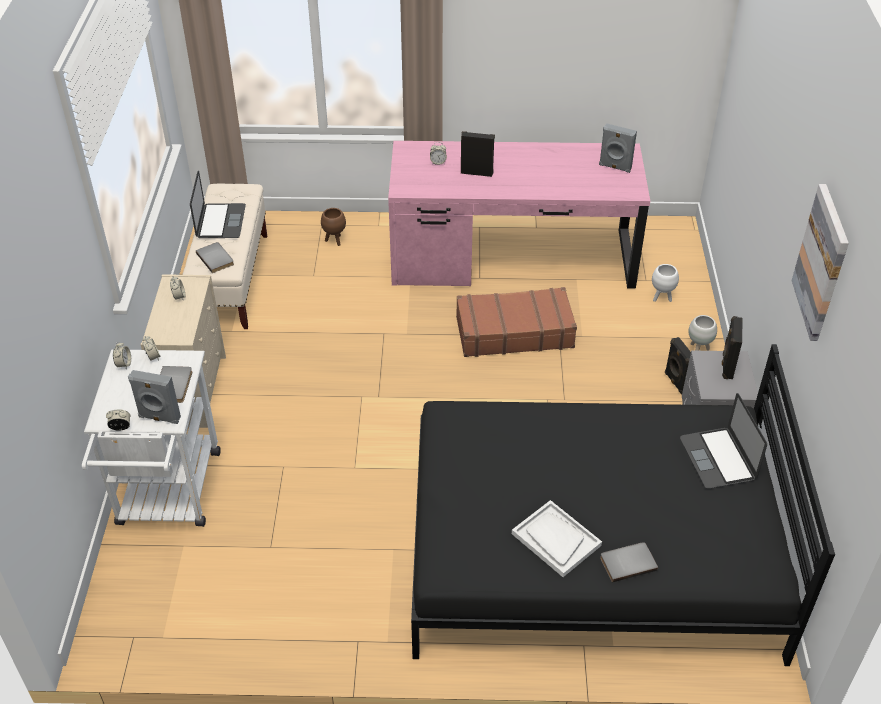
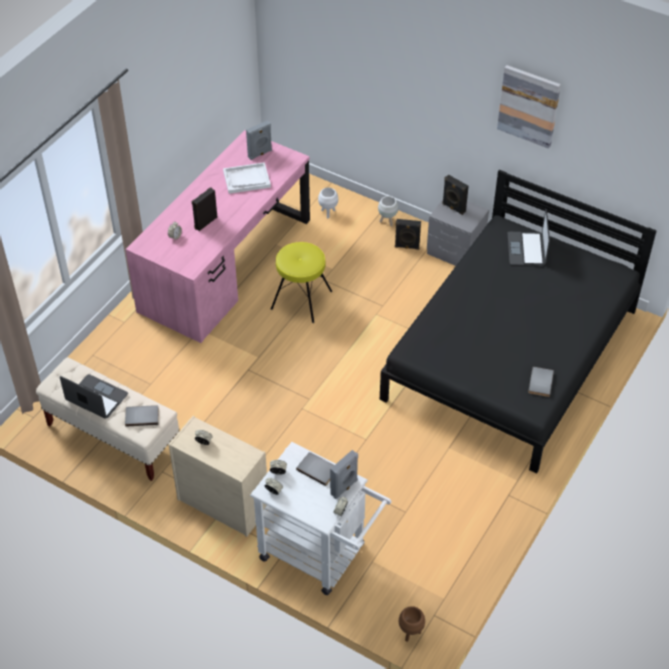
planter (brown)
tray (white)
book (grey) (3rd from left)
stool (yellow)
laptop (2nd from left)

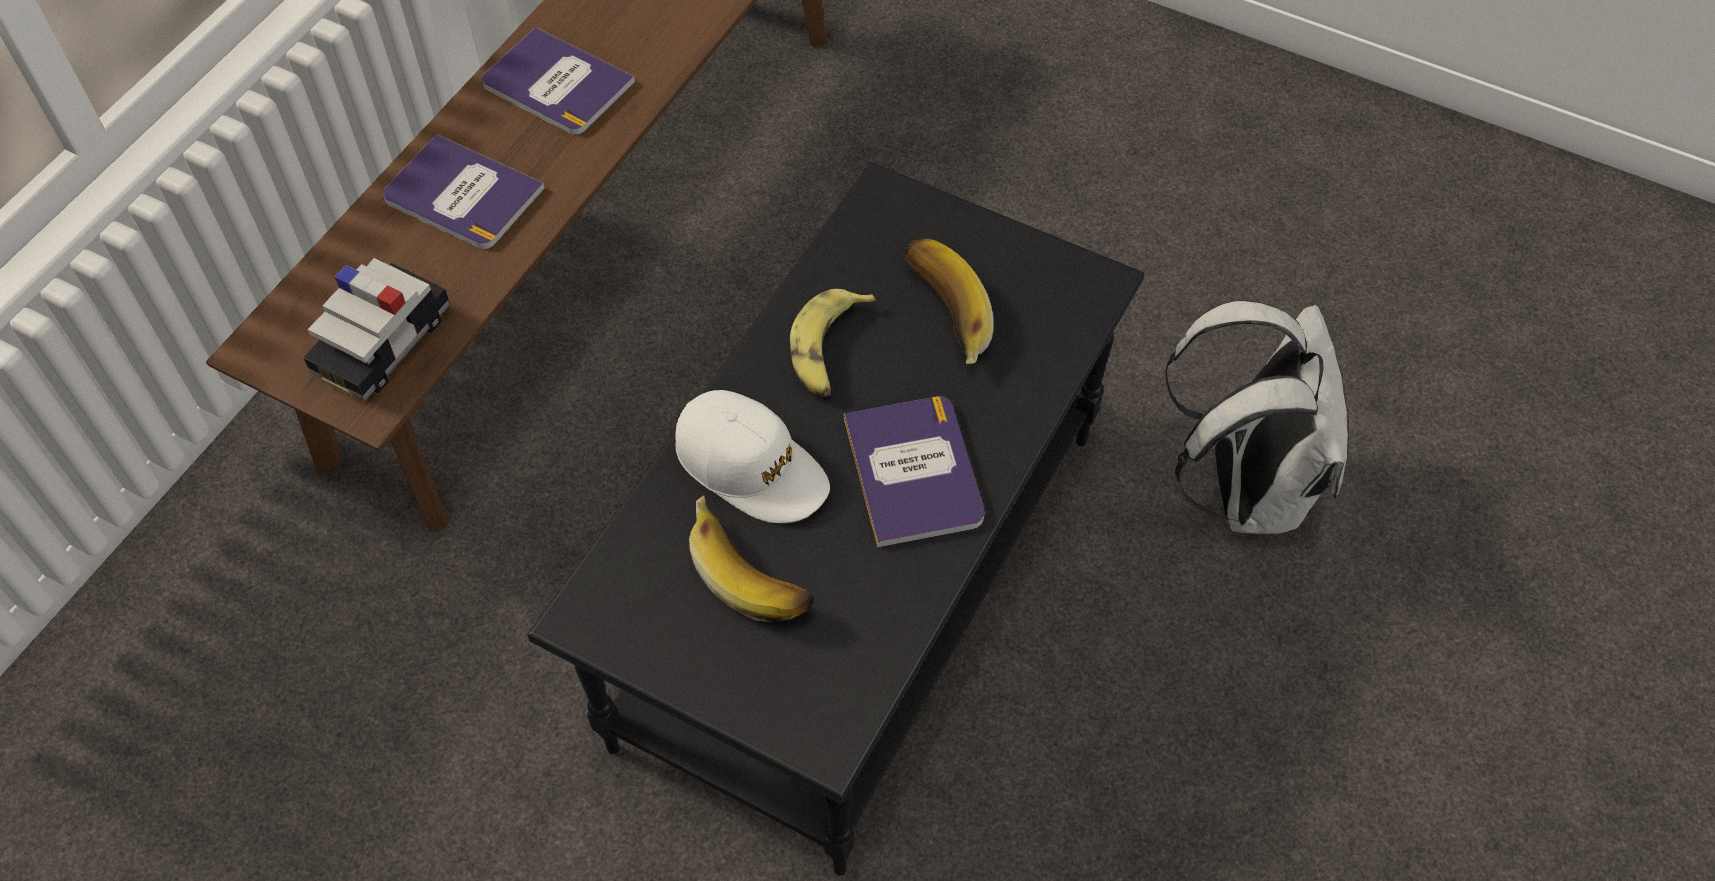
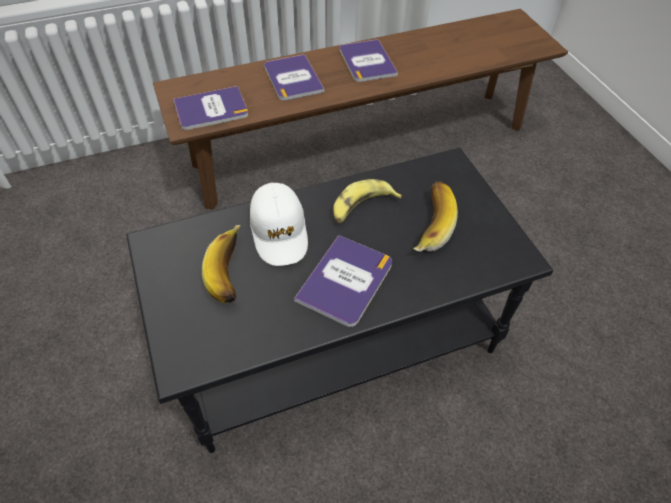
backpack (white)
book (1st from left)

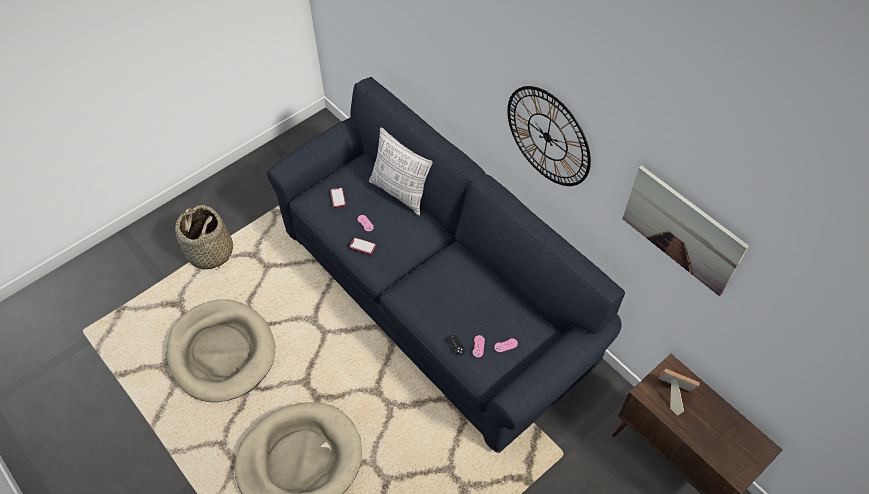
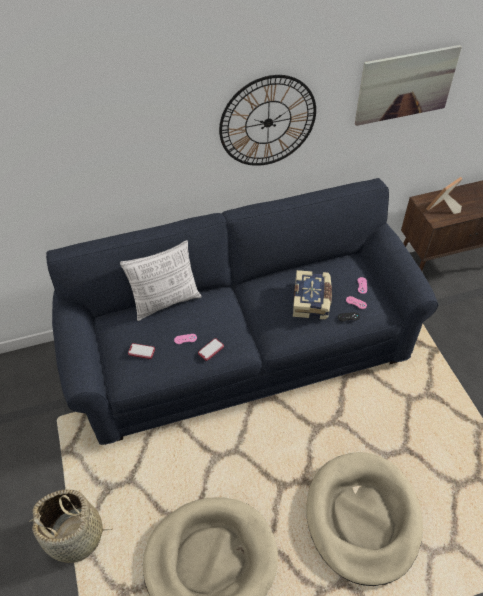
book

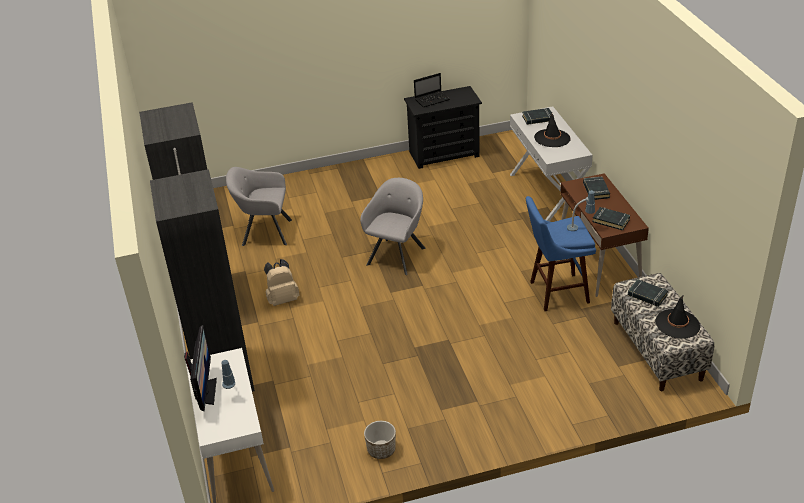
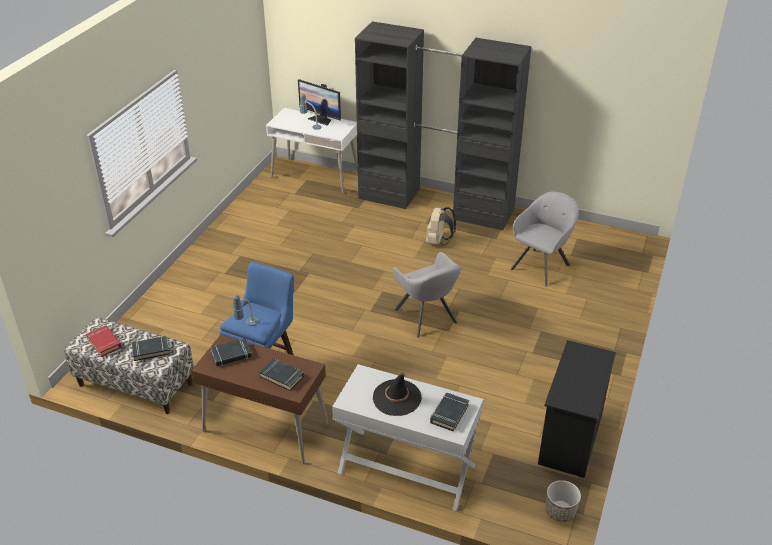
laptop
planter
book (red)

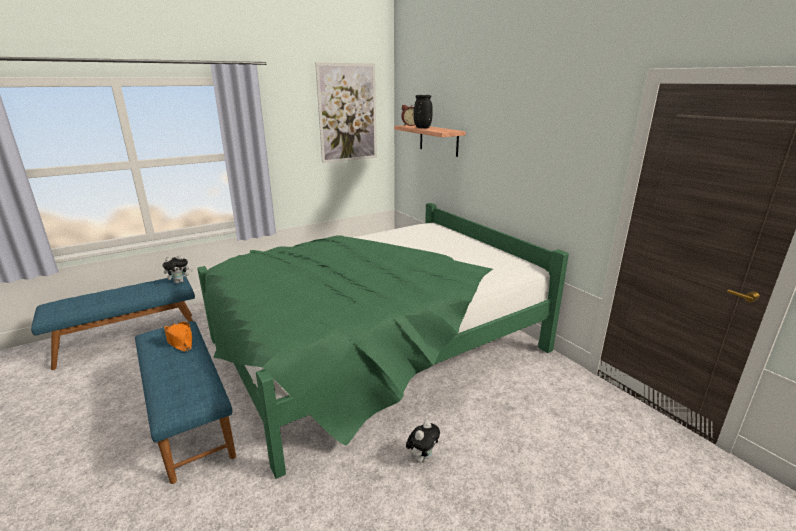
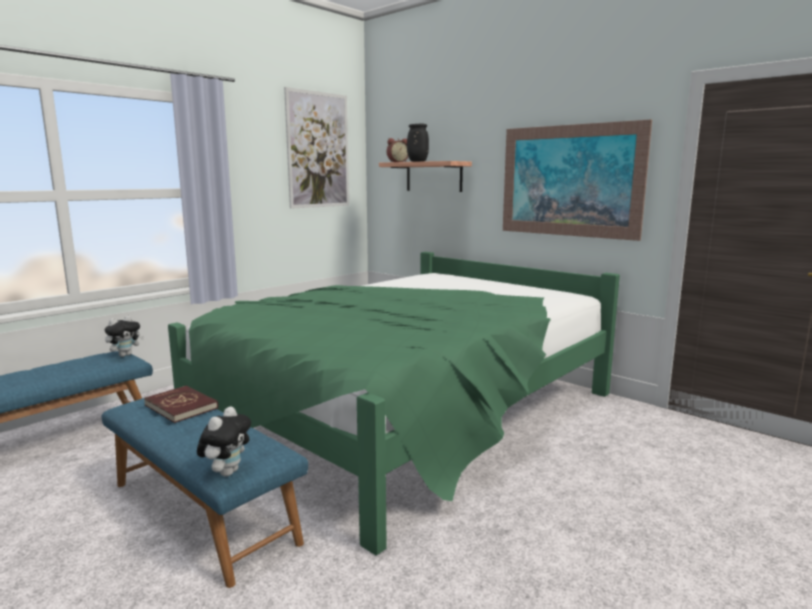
picture (2nd from left)
plush toy (2nd from left)
book (red)

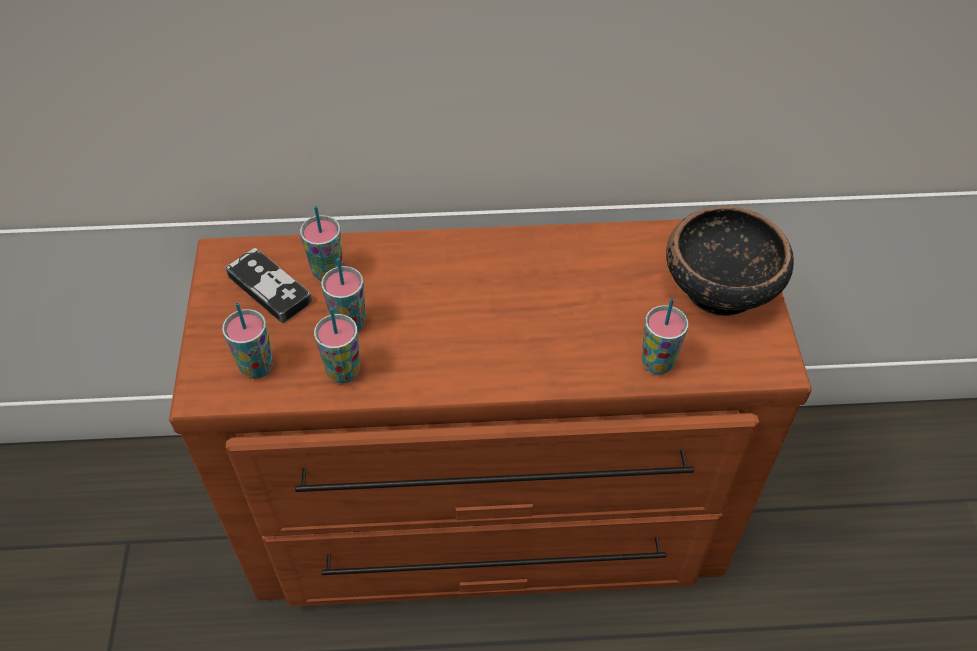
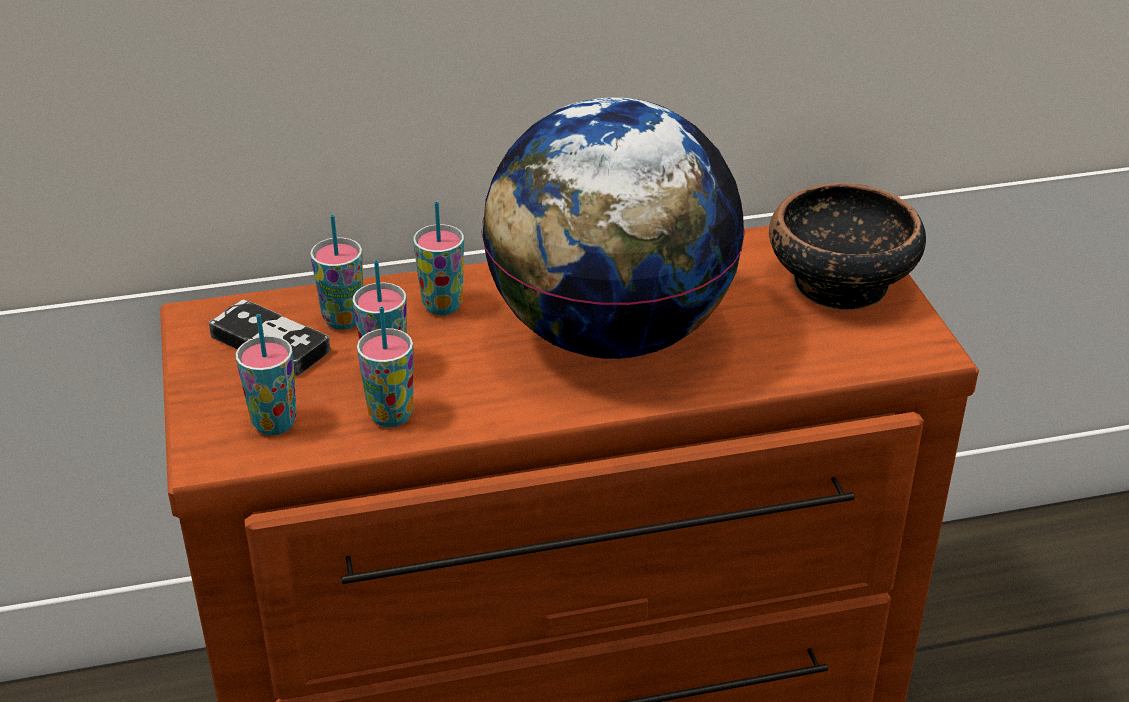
globe
cup (5th from left)

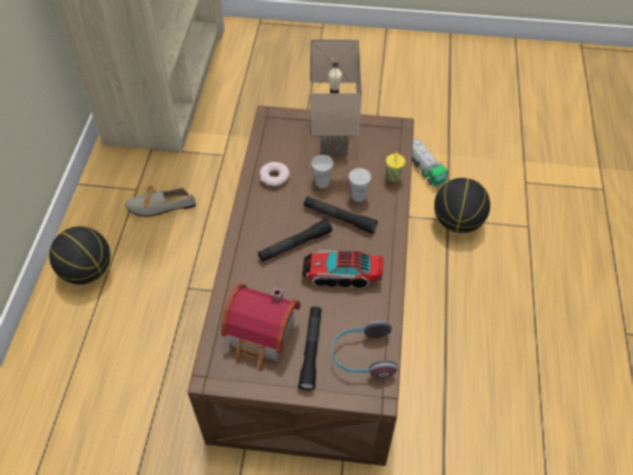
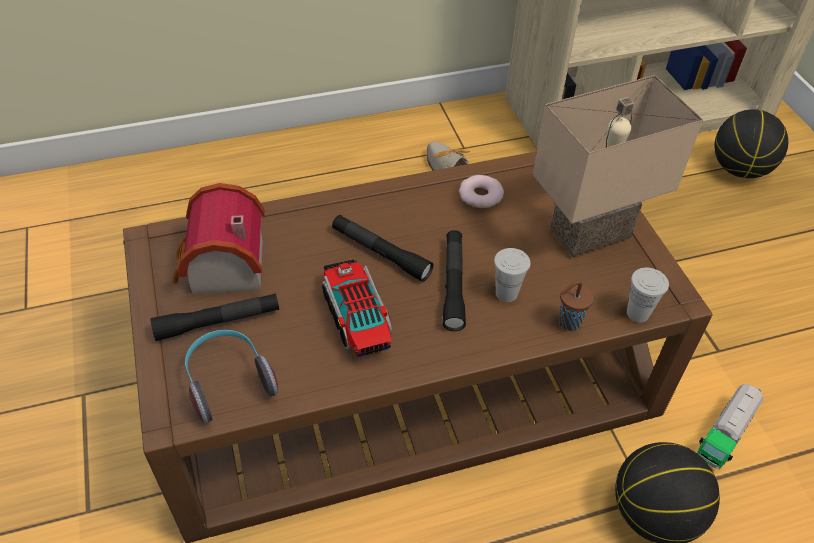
basketball (2nd from left)
cup (white) (2nd from left)
cup (brown)

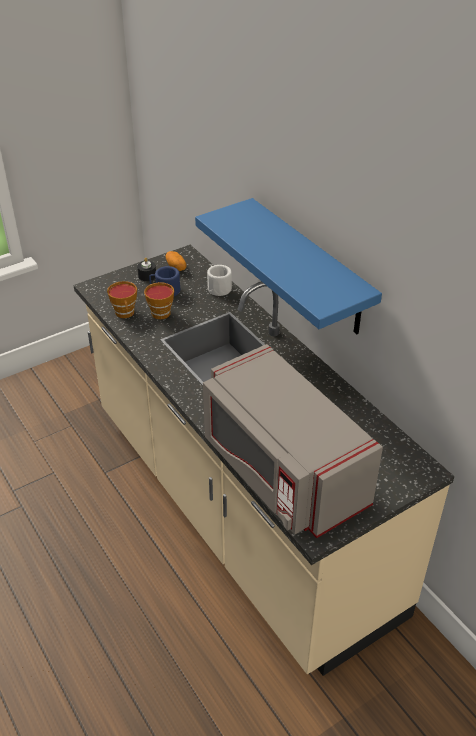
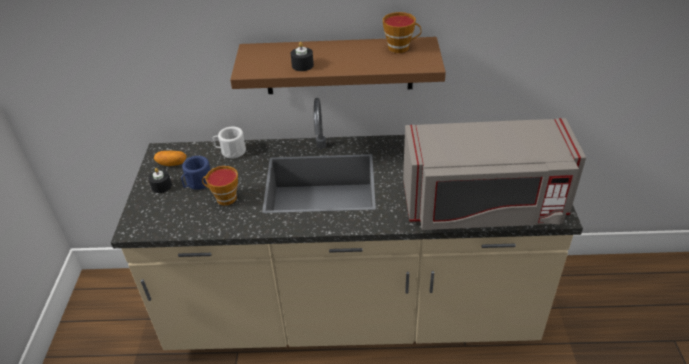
candle (black) (2nd from left)
cup (2nd from left)
shelf (brown)

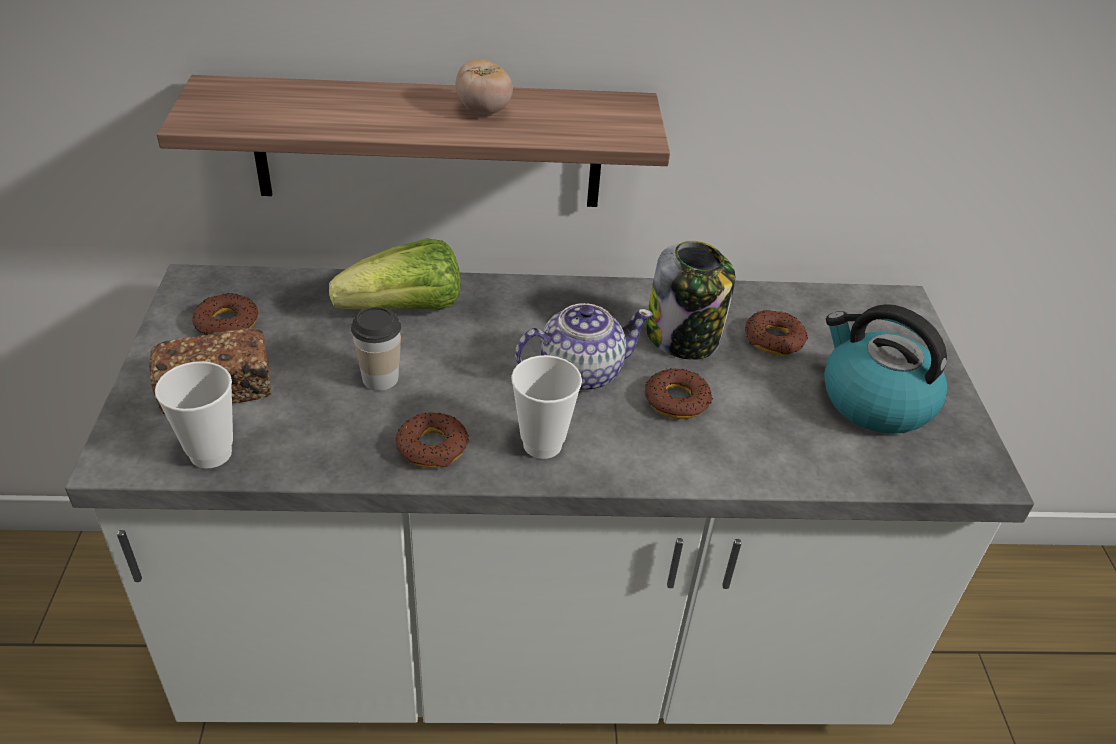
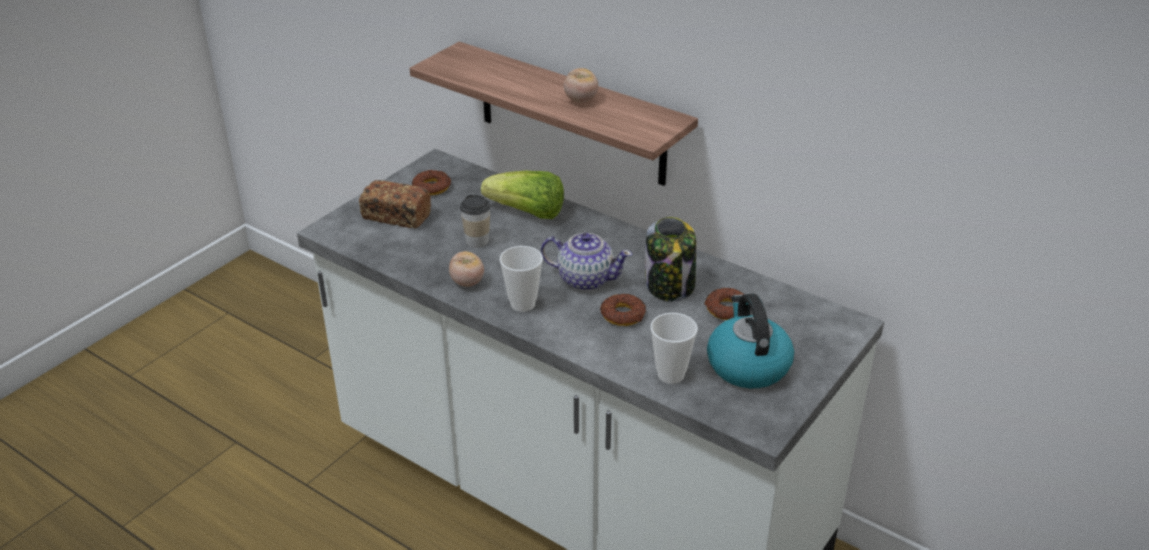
cup (3rd from left)
tomato (1st from left)

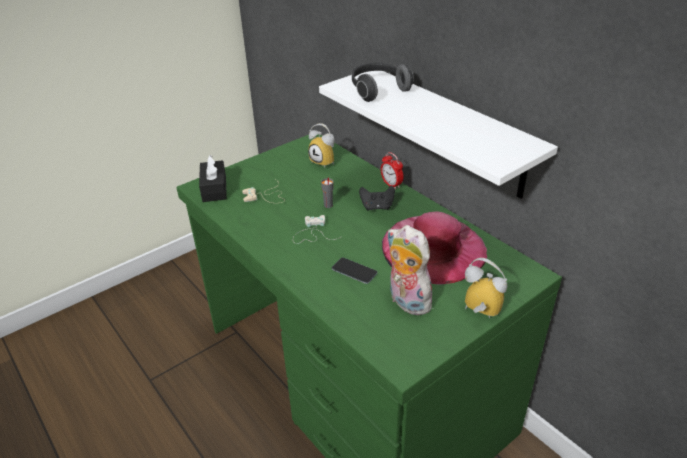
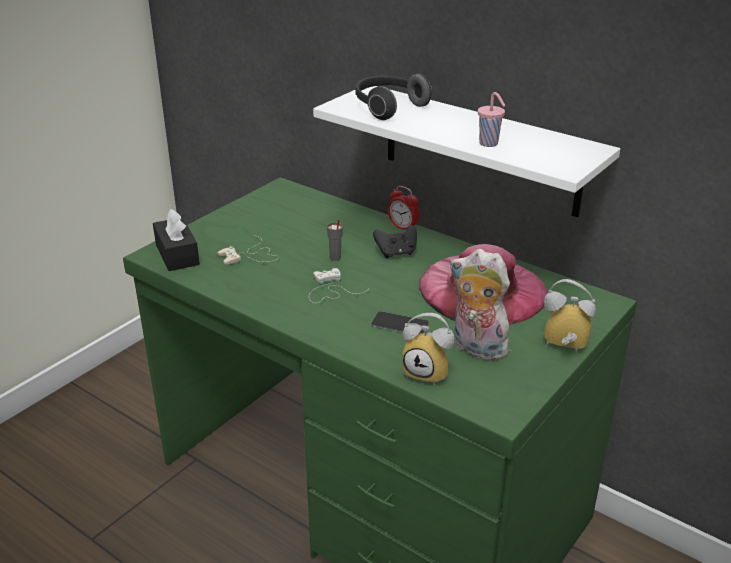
cup (pink)
alarm clock (2nd from left)

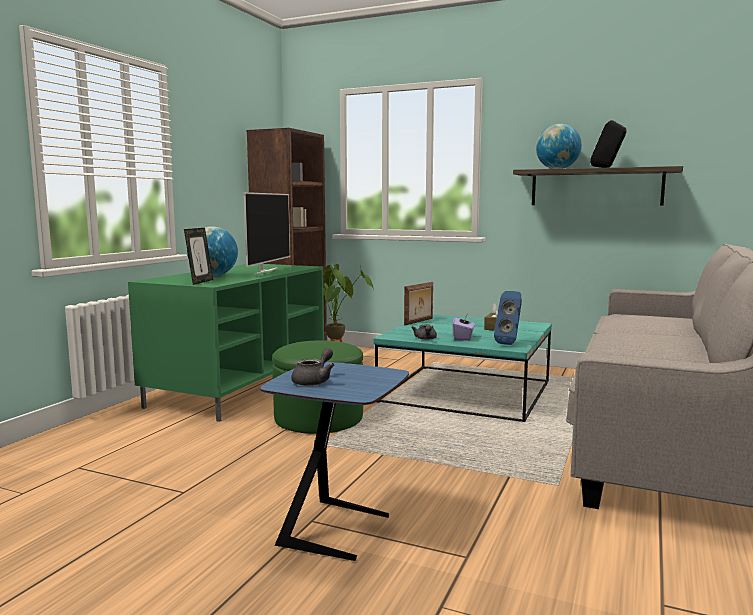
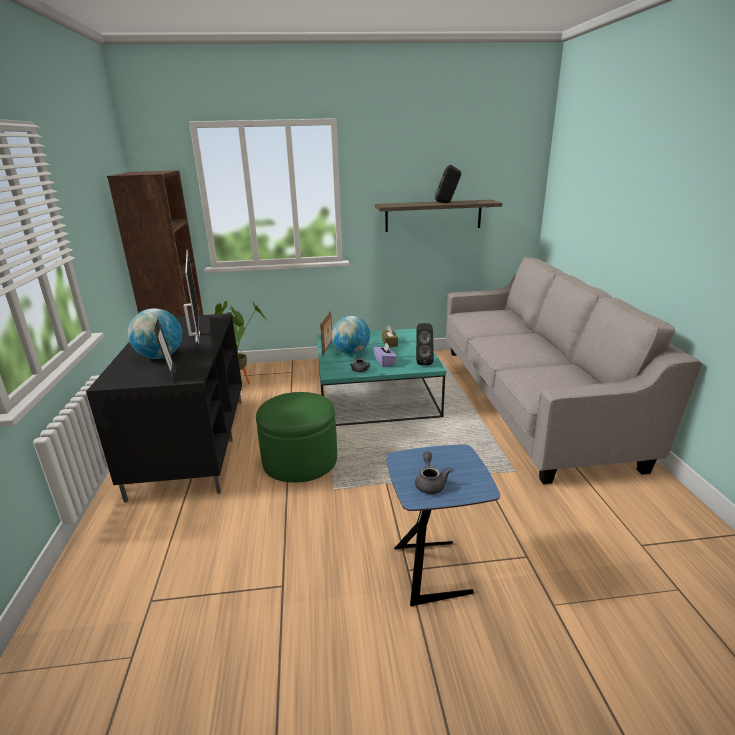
globe (2nd from left)
tv stand (black)
speaker (black) (1st from left)

